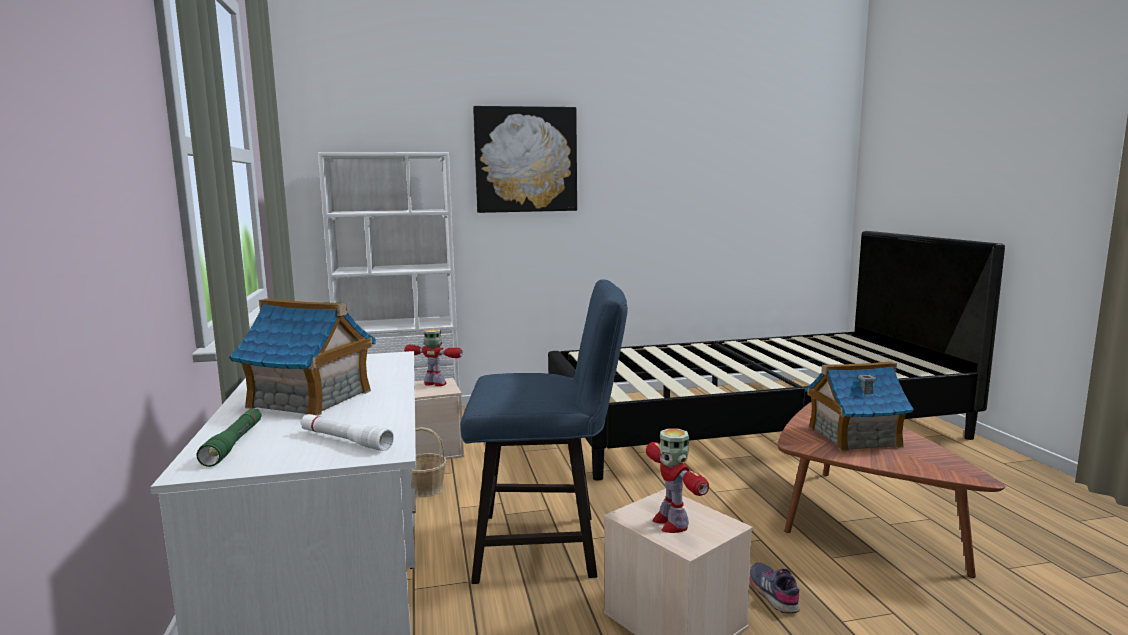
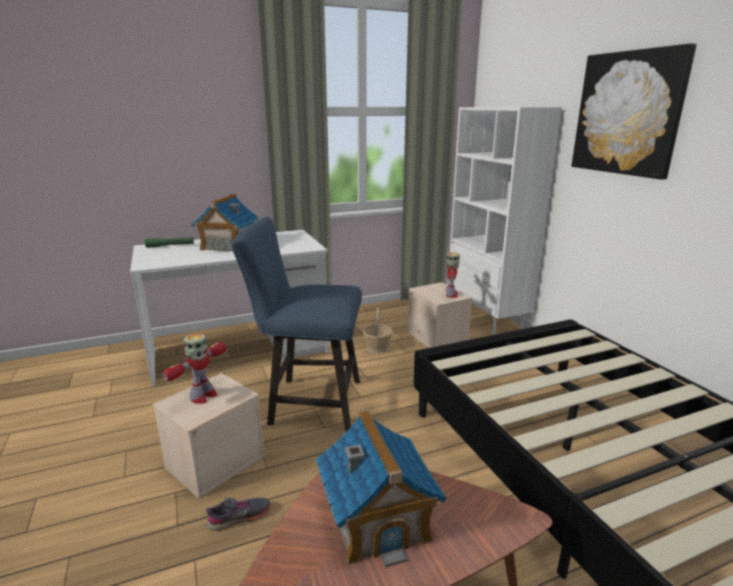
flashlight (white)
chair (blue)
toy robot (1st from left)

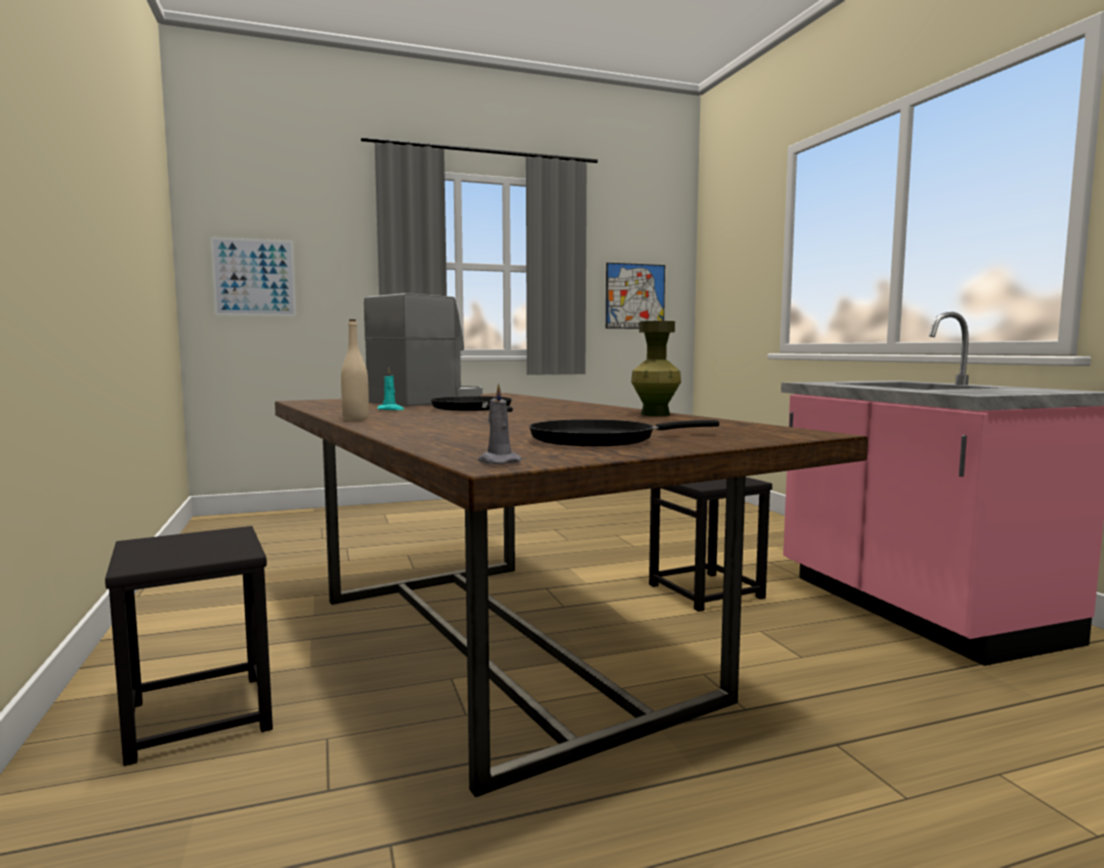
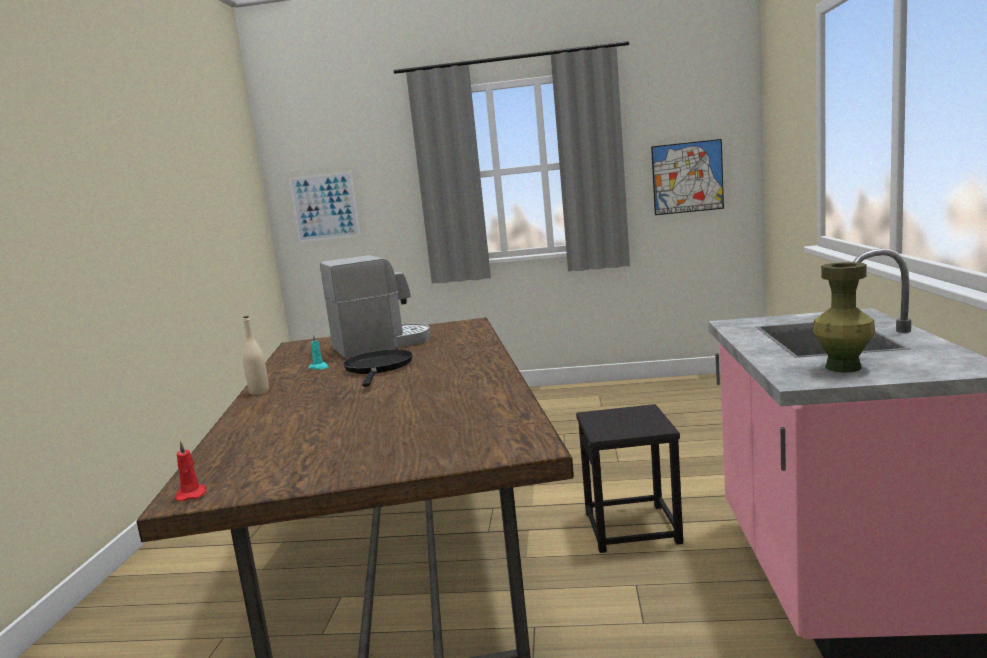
stool (black) (1st from left in the first image)
frying pan (black) (2nd from left in the first image)
vase (green)
candle (red)

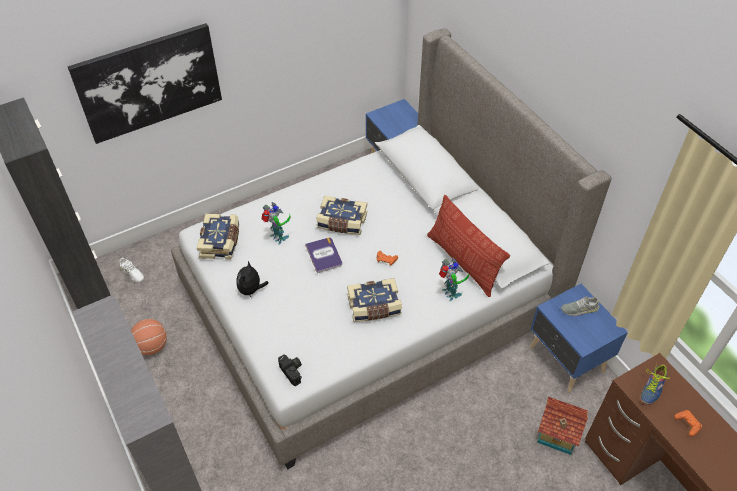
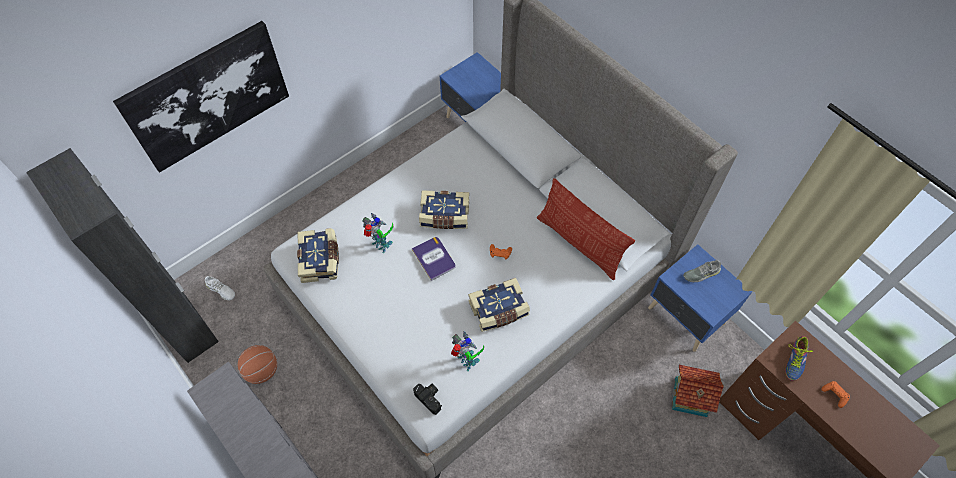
plush toy
toy robot (2nd from left)

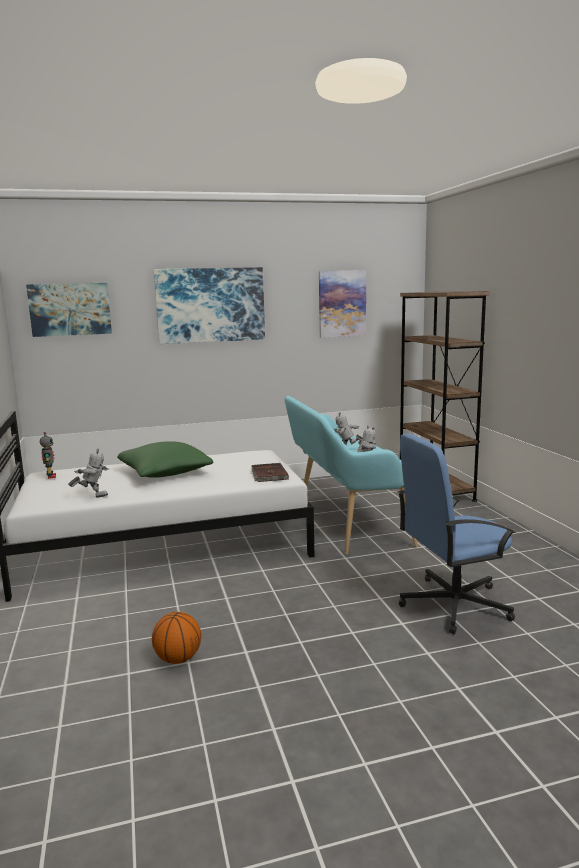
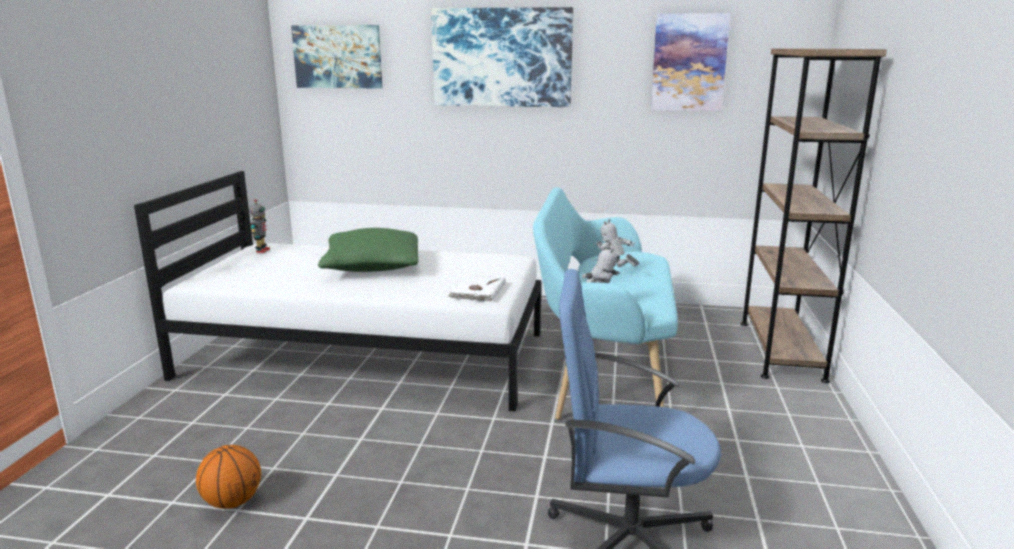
toy robot (2nd from left in the first image)
book (white)

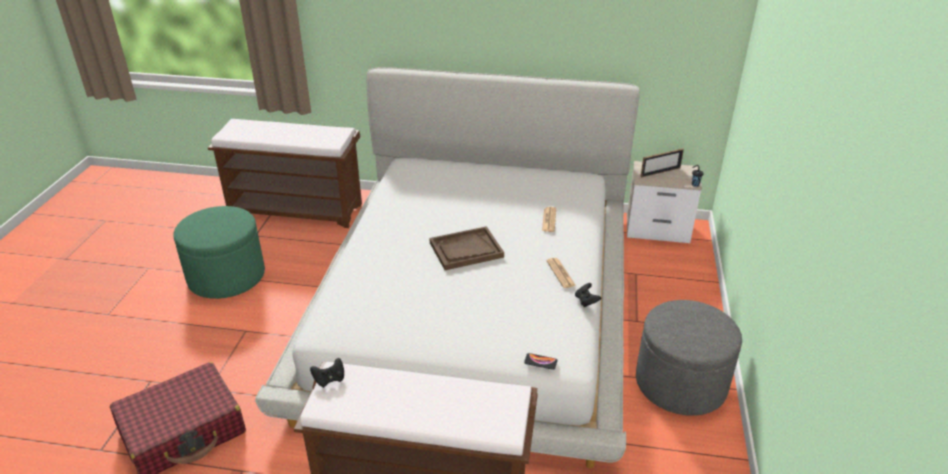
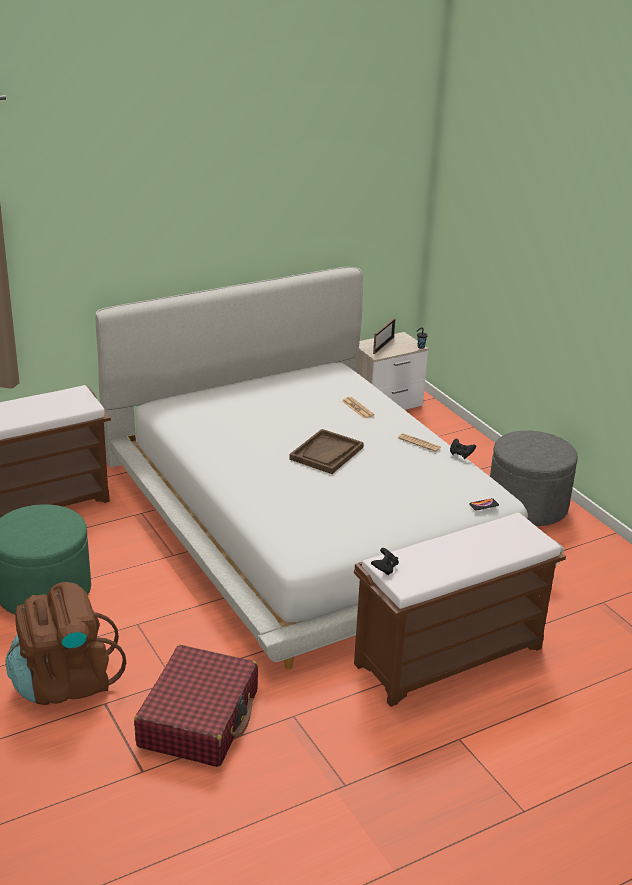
backpack (brown)

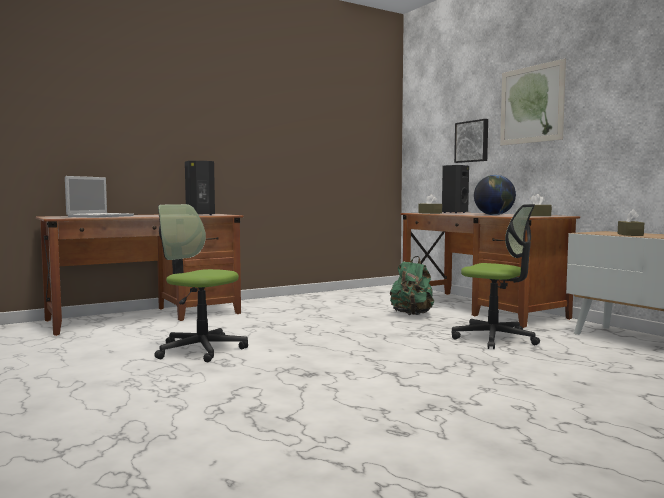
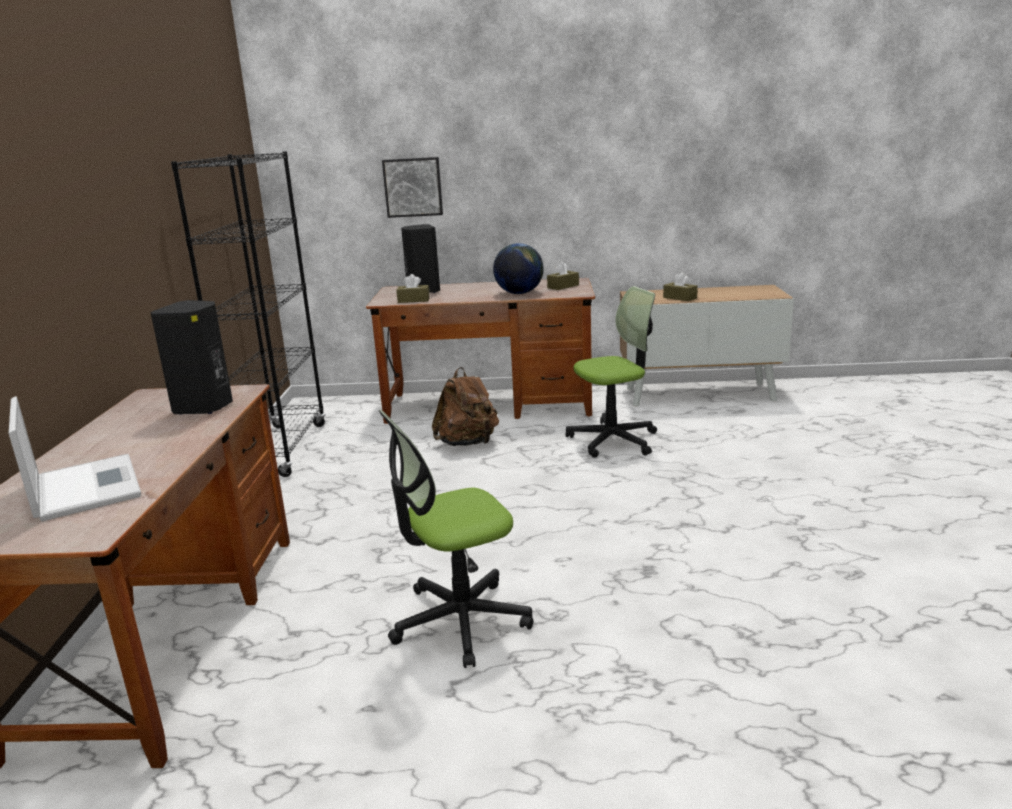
picture (2nd from left in the first image)
bookcase (black)
backpack (brown)

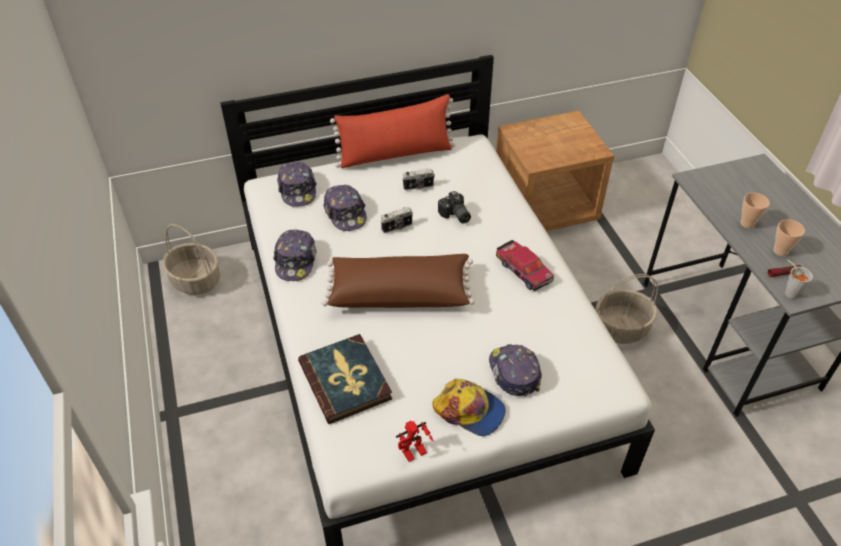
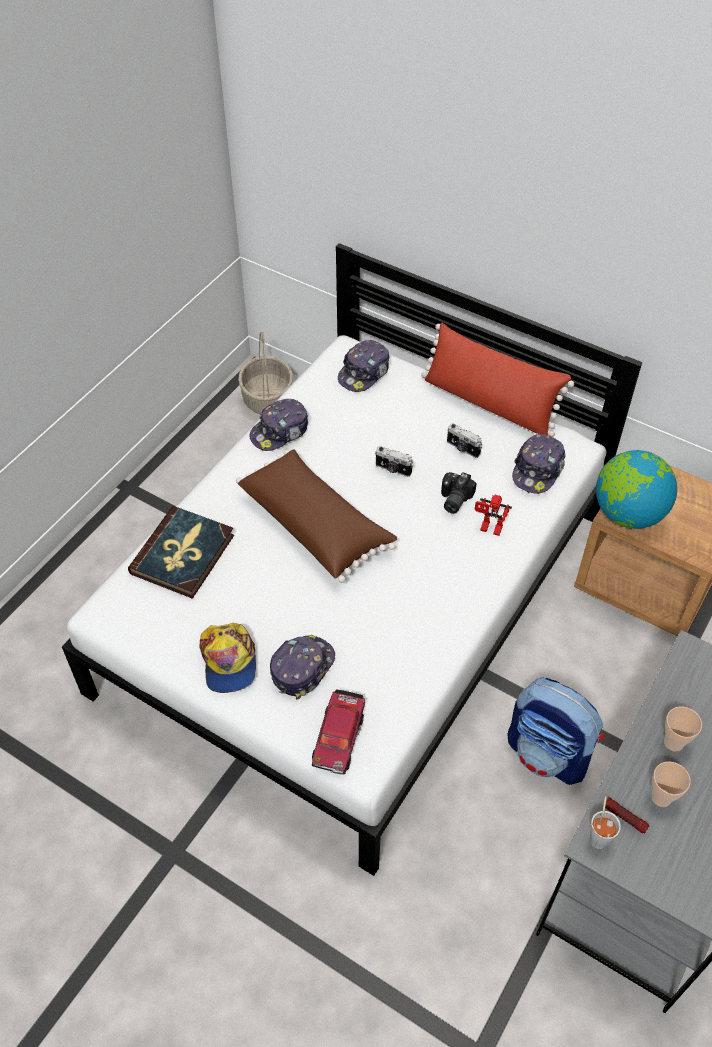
globe
cap (5th from left)
toy robot
toy car
backpack

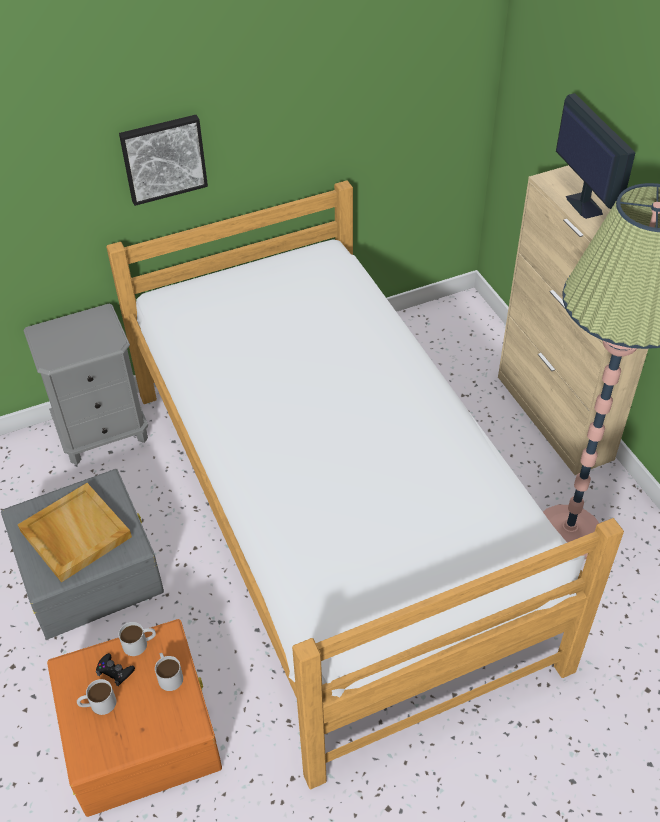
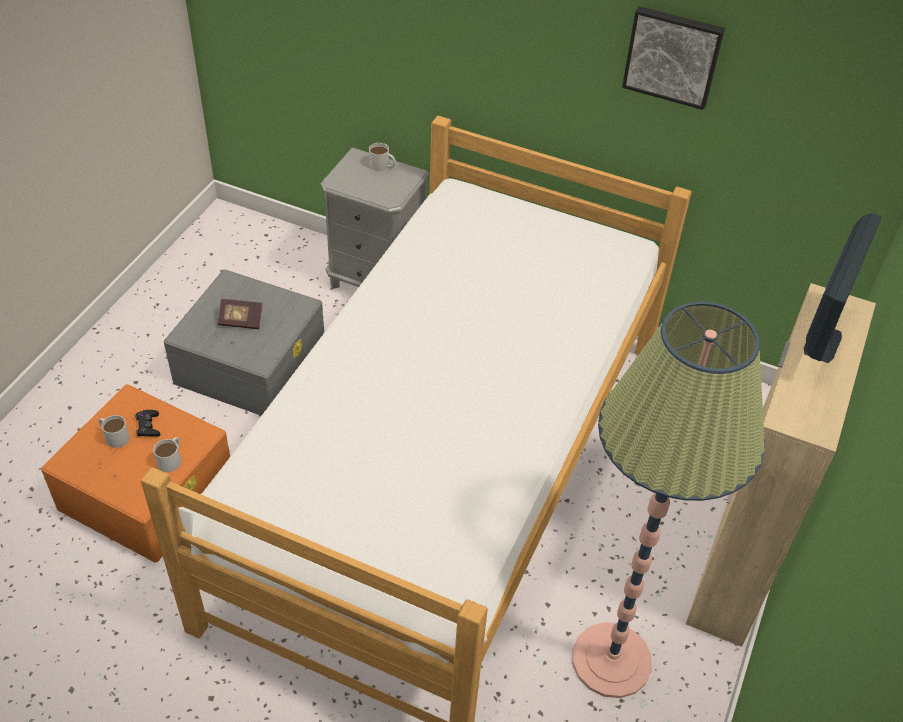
picture
mug (white) (3rd from left)
book

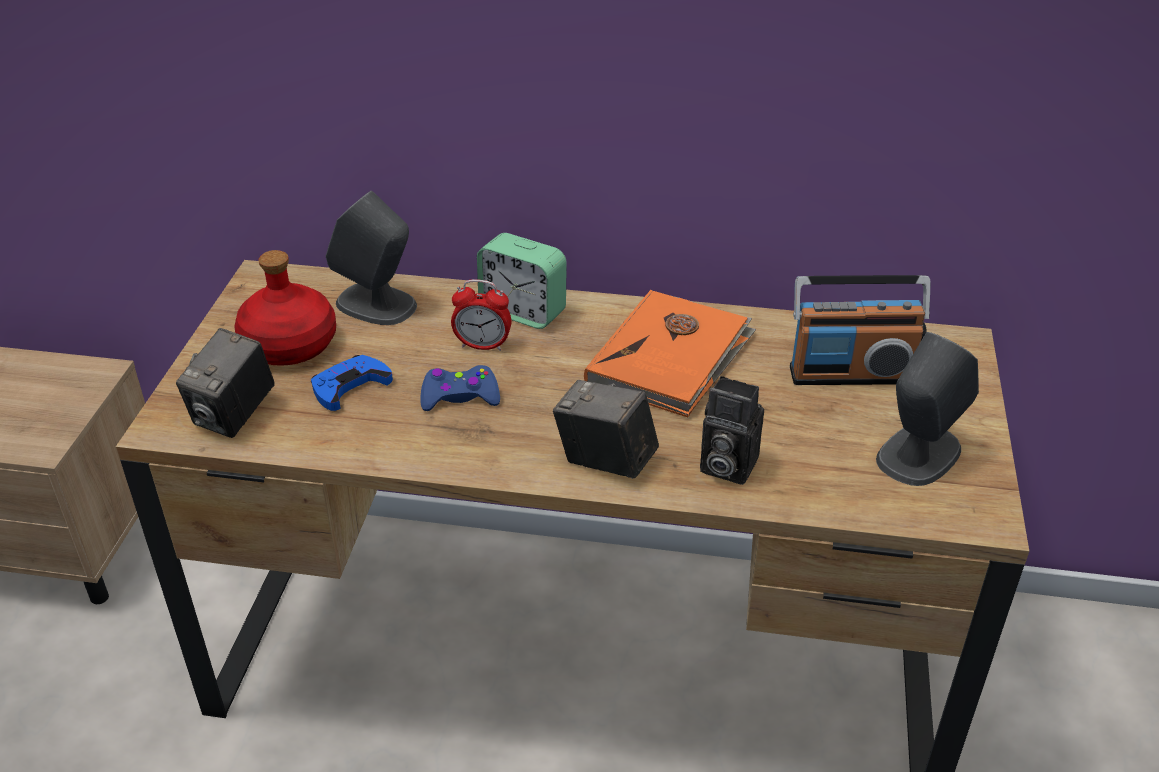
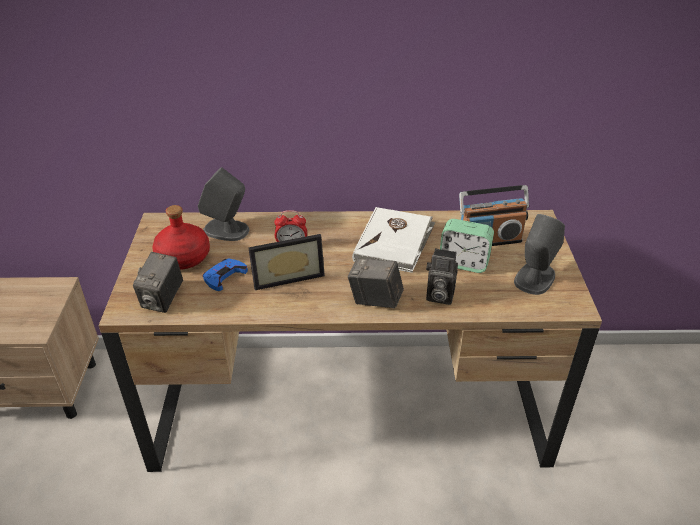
alarm clock (2nd from left)
picture frame
book (white)

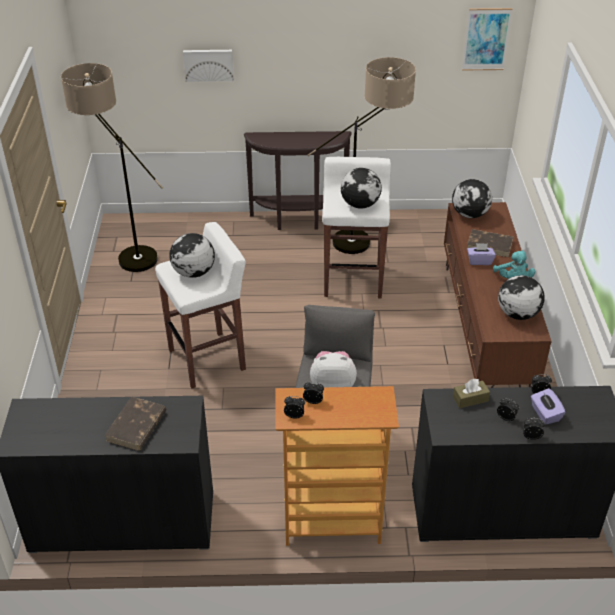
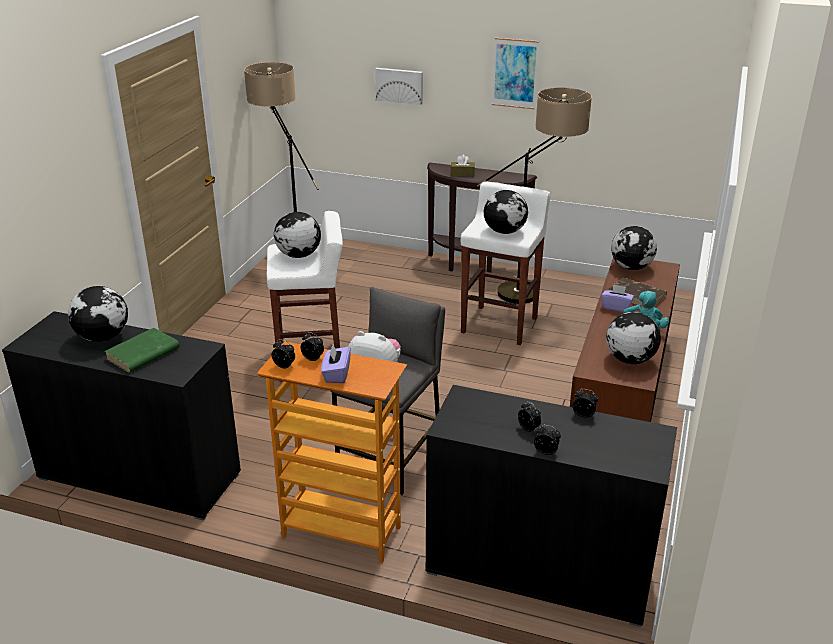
globe (1st from left)
tissue box (brown)
picture (2nd from left)
tissue box (purple) (1st from left)
book (green)

